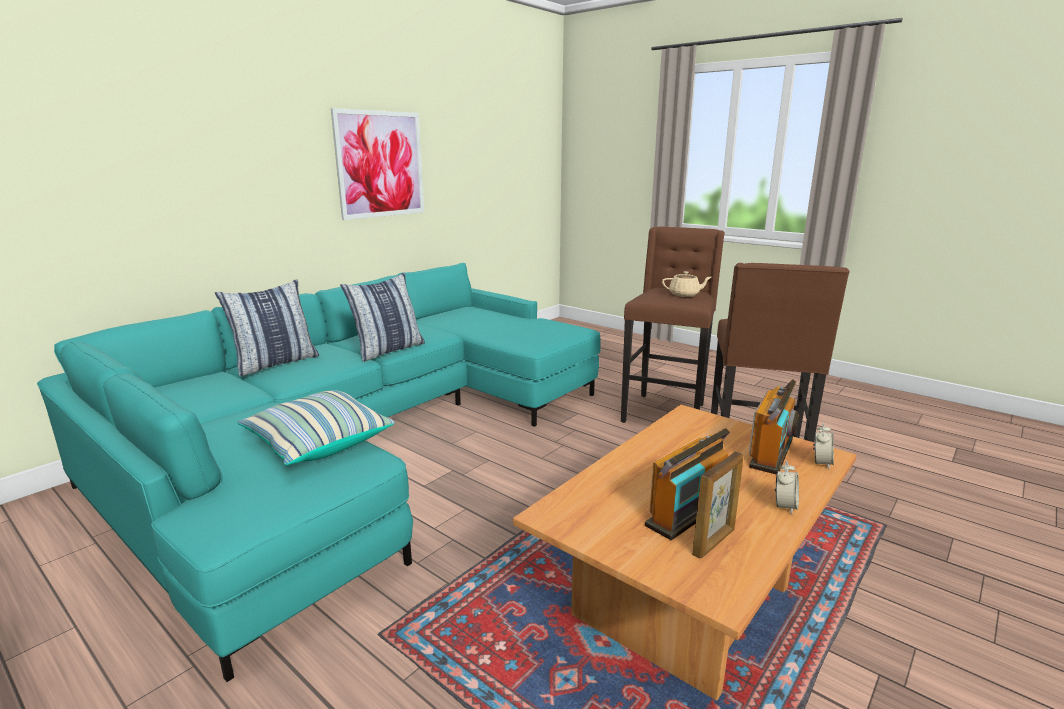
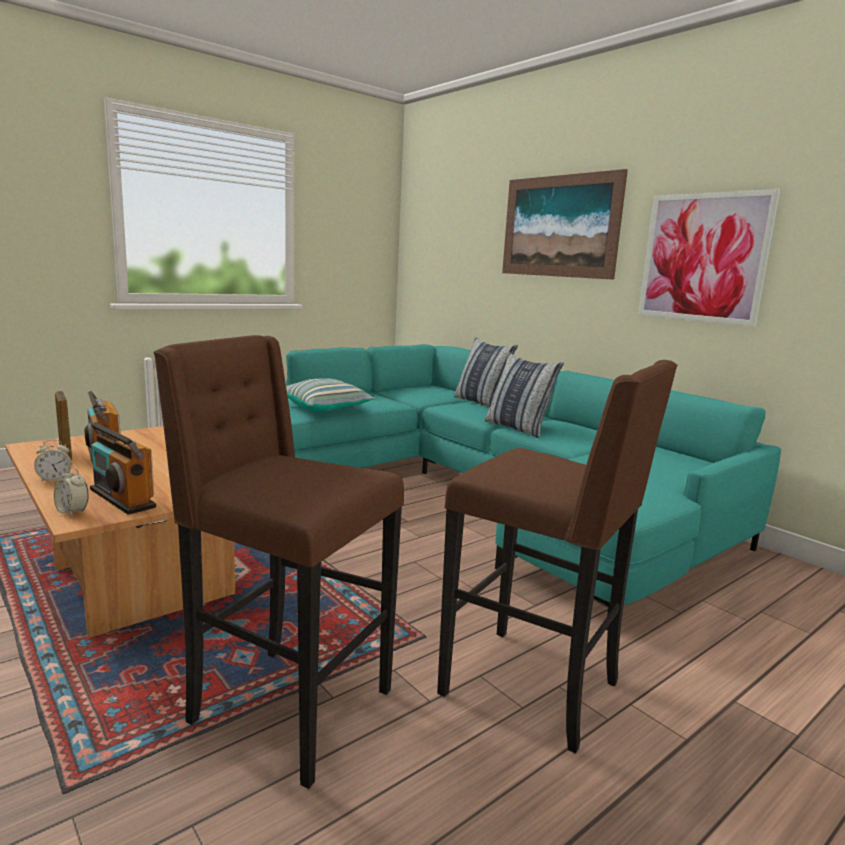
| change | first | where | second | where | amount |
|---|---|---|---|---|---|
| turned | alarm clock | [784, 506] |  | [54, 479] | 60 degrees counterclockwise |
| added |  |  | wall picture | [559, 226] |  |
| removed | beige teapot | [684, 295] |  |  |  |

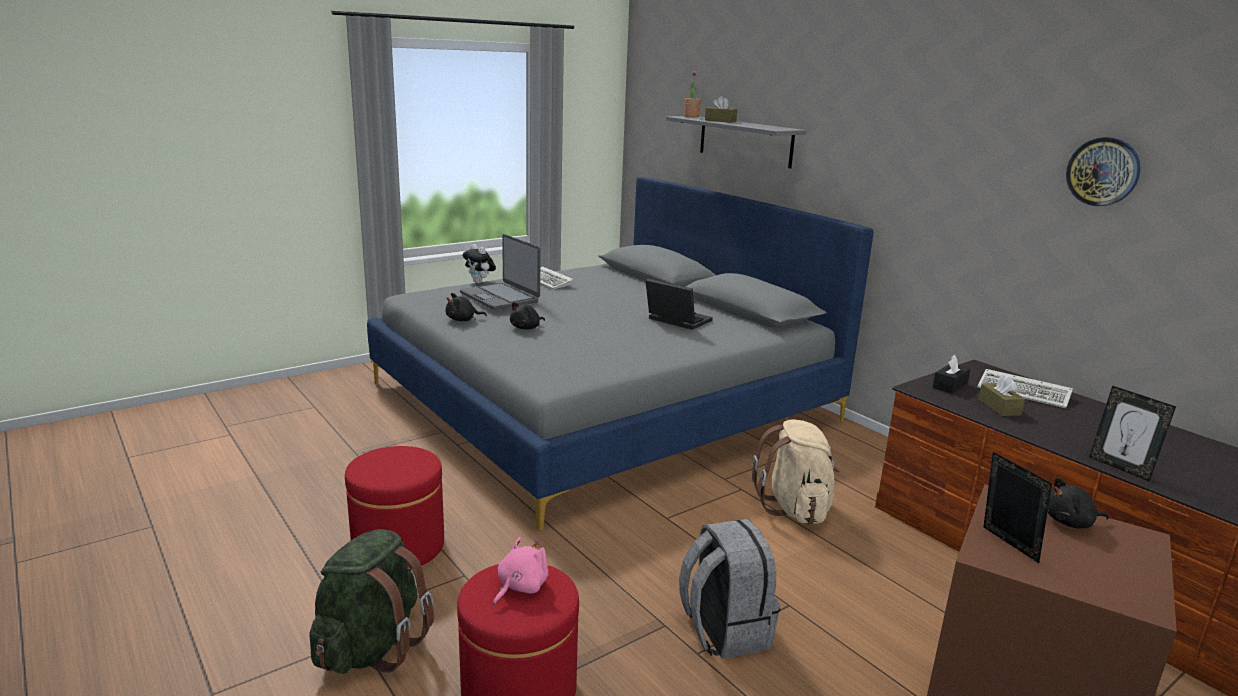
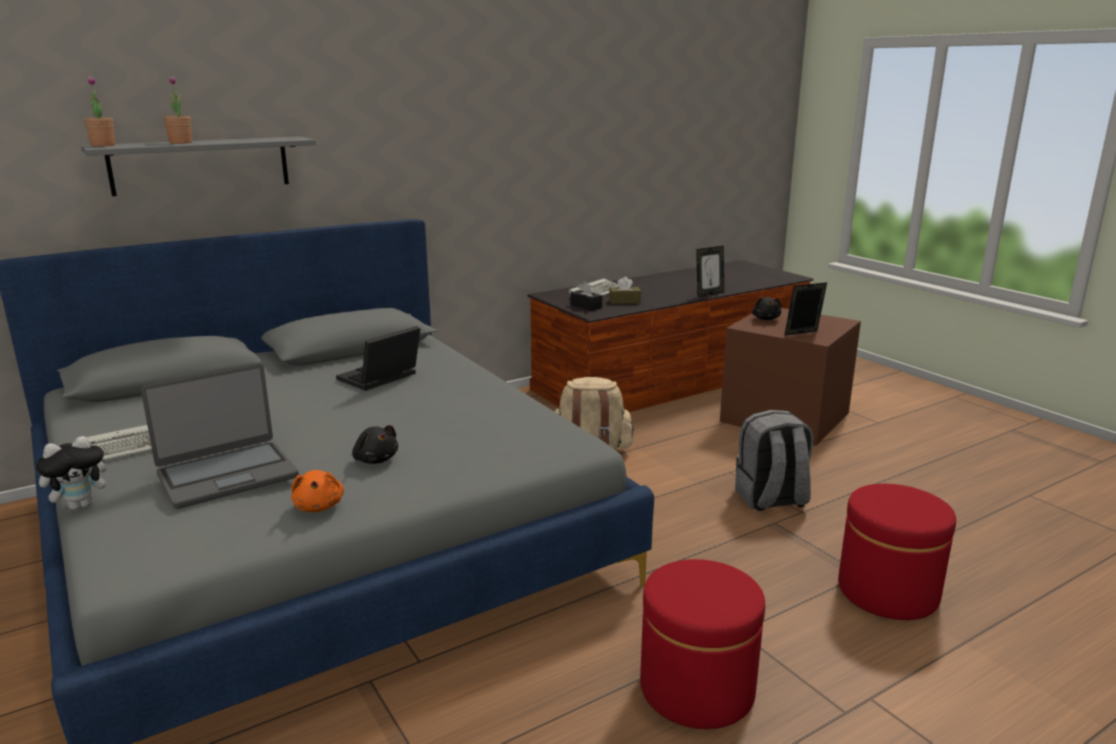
| change | first | where | second | where | amount |
|---|---|---|---|---|---|
| replaced | brownish tissue box | [720, 121] | potted plant | [181, 143] |  |
| recoloured | black cuddly toy | [463, 320] | orange cuddly toy | [319, 506] |  |
| removed | greenish backpack | [371, 647] |  |  |  |
| removed | pink-coloured cuddly toy | [520, 587] |  |  |  |
| removed | clock on the wall | [1103, 171] |  |  |  |

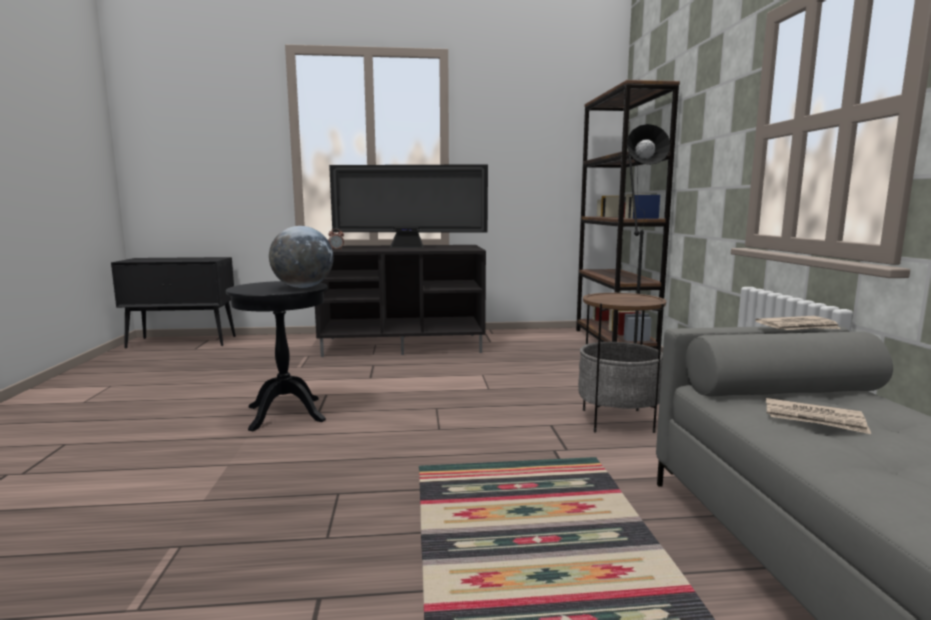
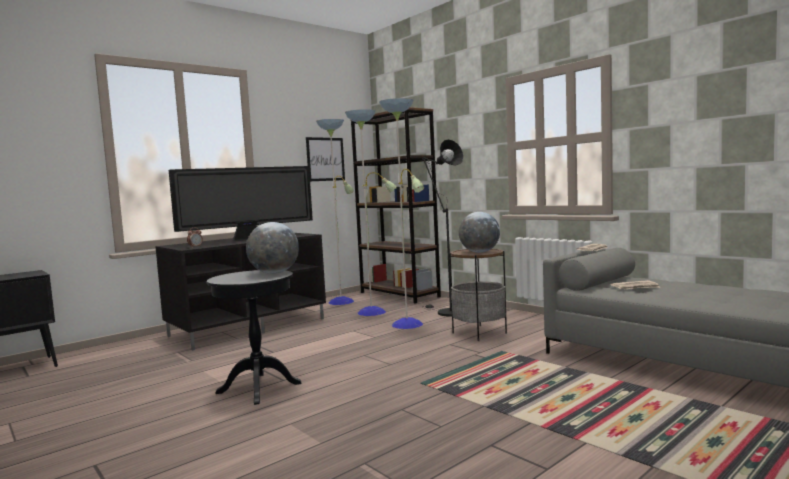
| change | first | where | second | where | amount |
|---|---|---|---|---|---|
| added |  |  | wall picture | [325, 159] |  |
| added |  |  | standard lamp | [373, 312] |  |
| added |  |  | globe | [479, 252] |  |

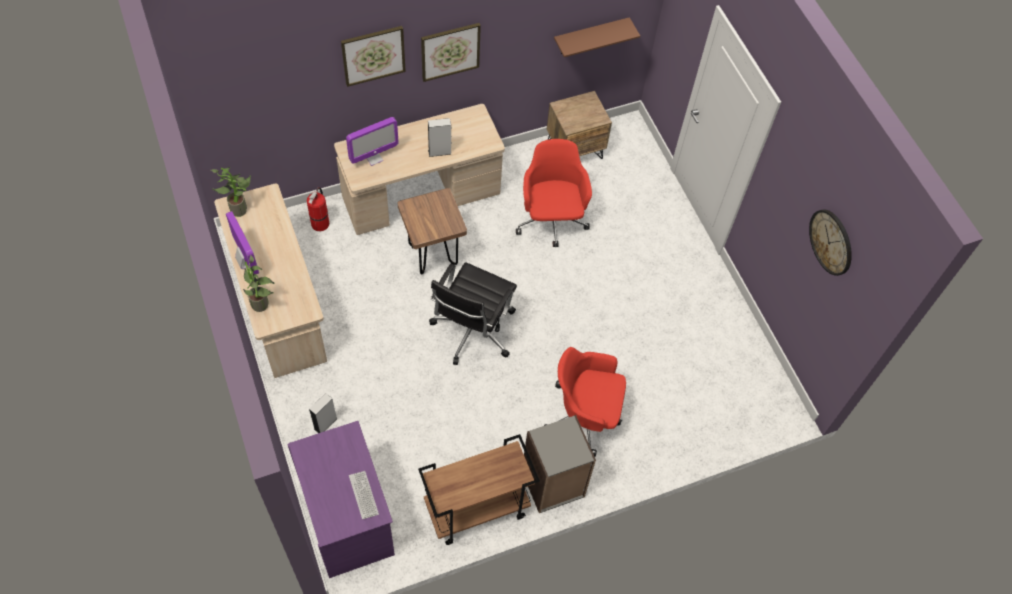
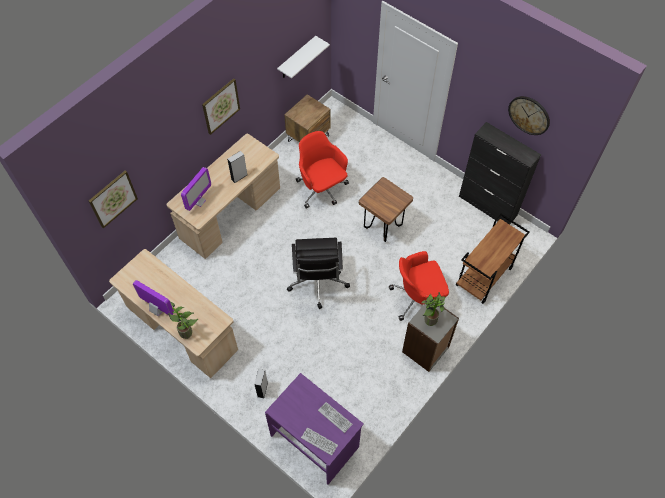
| change | first | where | second | where | amount |
|---|---|---|---|---|---|
| moved | wall picture | [373, 55] |  | [113, 199] |  |
| recoloured | brownish shelf | [590, 36] | white-coloured shelf | [297, 58] |  |
| added |  |  | computer keyboard | [319, 441] |  |
| moved | brownish sitting stool | [433, 256] |  | [382, 227] |  |
| moved | potted plant | [240, 208] |  | [430, 318] |  |
| moved | brownish trolley | [476, 510] |  | [484, 277] |  |
| added |  |  | black storage cabinet | [488, 206] |  |
| removed | extinguisher | [320, 223] |  |  |  |

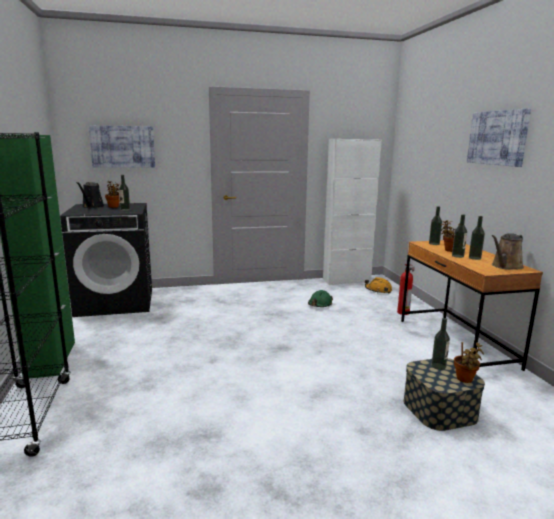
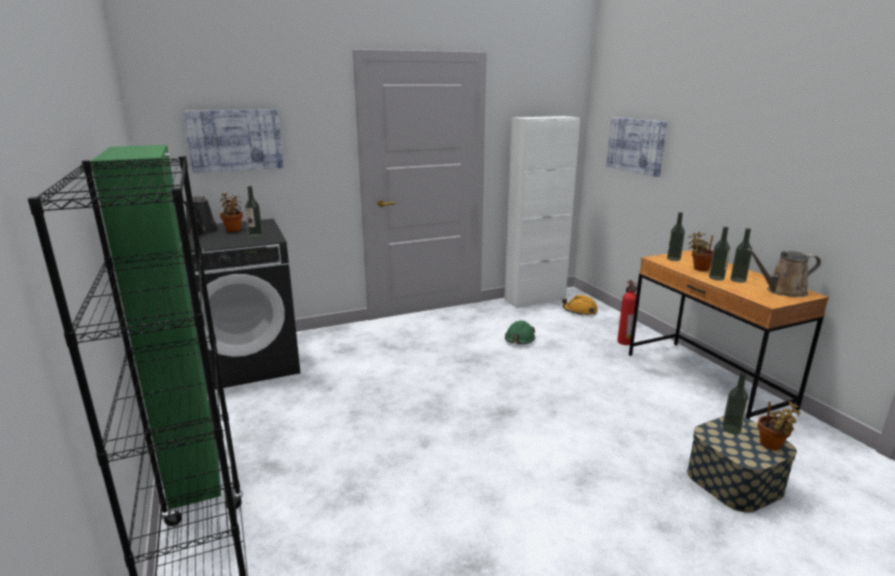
| change | first | where | second | where | amount |
|---|---|---|---|---|---|
| moved | wall picture | [497, 138] |  | [636, 145] |  |
| turned | brownish watering can | [505, 266] |  | [782, 291] | 45 degrees clockwise |

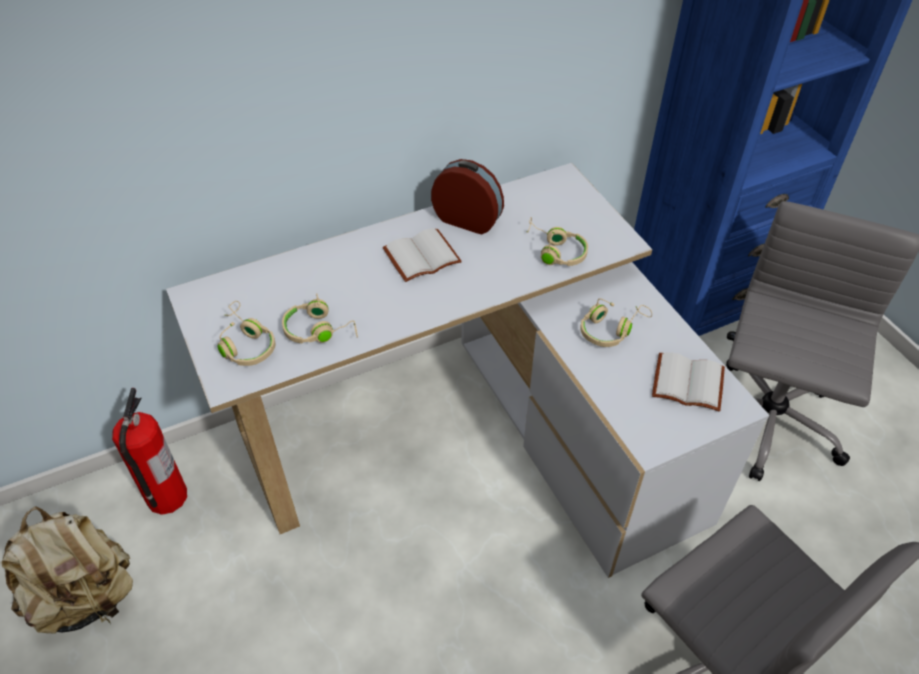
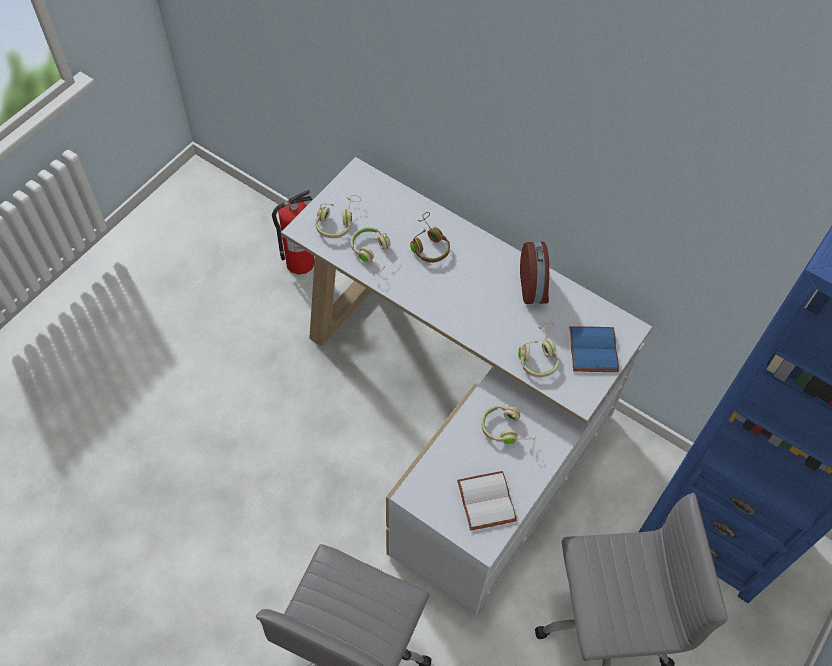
| change | first | where | second | where | amount |
|---|---|---|---|---|---|
| added |  |  | brownish pair of headphones | [428, 244] |  |
| added |  |  | blue-coloured book | [595, 351] |  |
| removed | beige backpack | [85, 597] |  |  |  |
| removed | white-coloured book | [422, 255] |  |  |  |

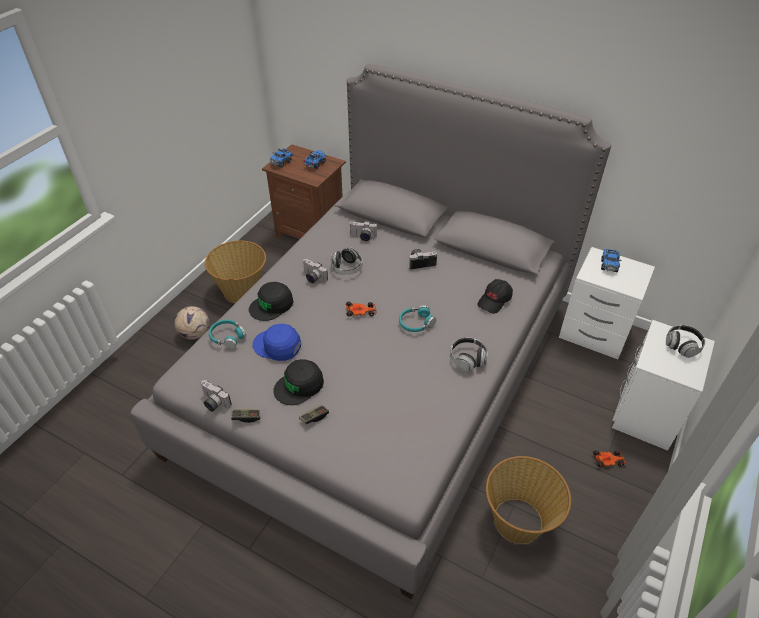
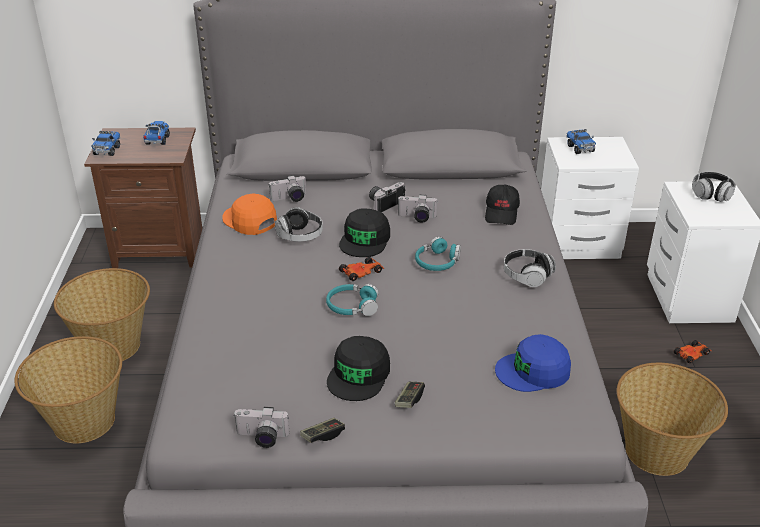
| change | first | where | second | where | amount |
|---|---|---|---|---|---|
| replaced | ball for football | [194, 334] | storage basket | [83, 422] |  |
| added |  |  | orange peaked cap | [249, 220] |  |
| moved | turquoise pair of headphones | [227, 337] |  | [352, 306] |  |
| moved | black peaked cap | [271, 305] |  | [365, 239] |  |
| moved | photo camera | [313, 278] |  | [416, 218] |  |
| moved | blue-coloured peaked cap | [277, 345] |  | [533, 371] |  |

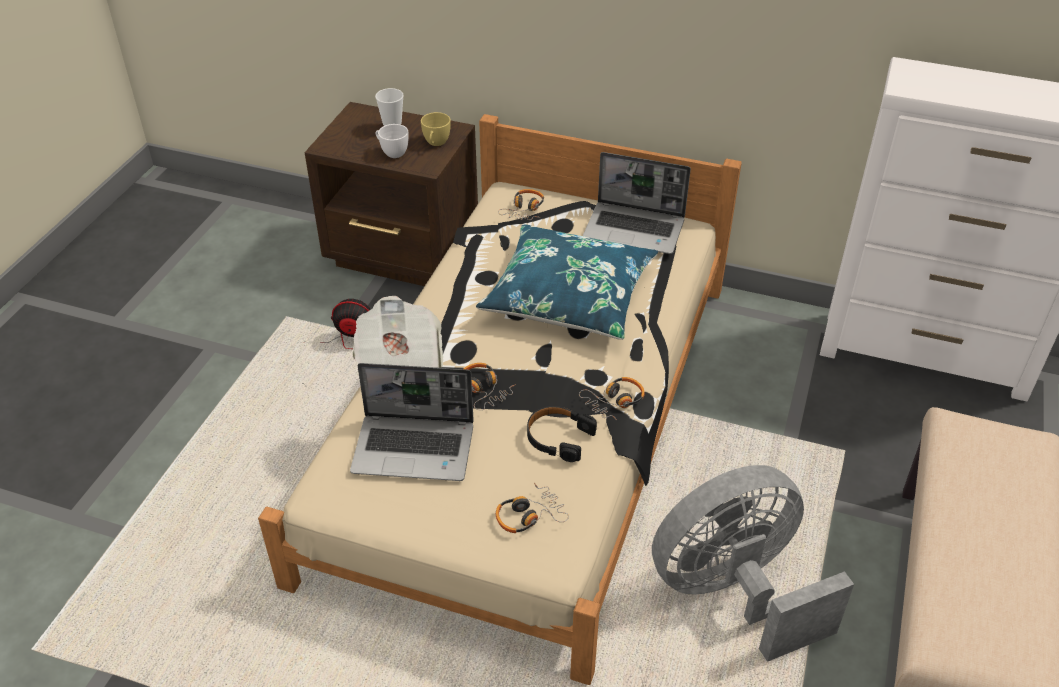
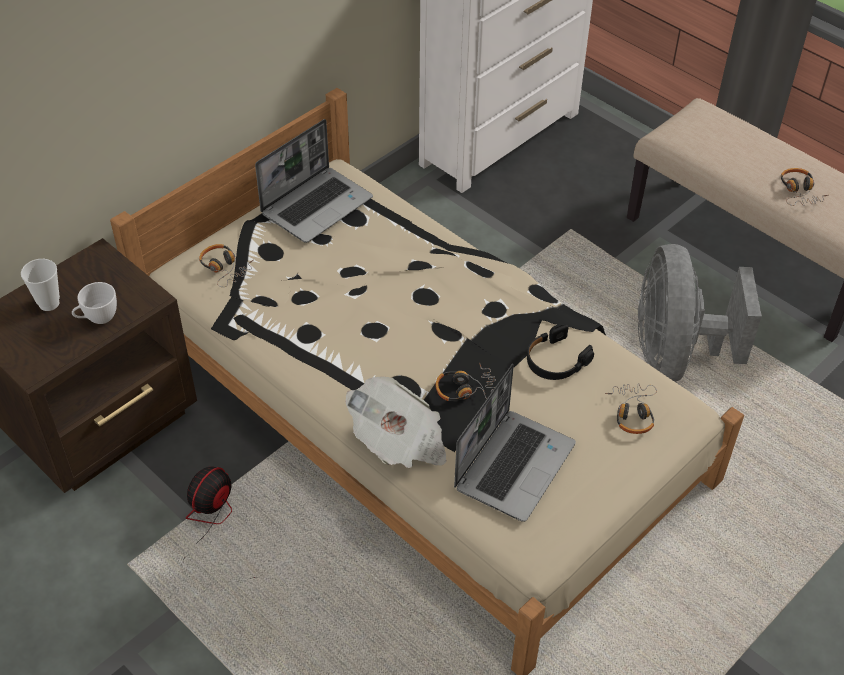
| change | first | where | second | where | amount |
|---|---|---|---|---|---|
| moved | pair of headphones | [614, 402] |  | [799, 192] |  |
| removed | yellowish small cup | [436, 143] |  |  |  |
| removed | blue-coloured cushion | [569, 296] |  |  |  |

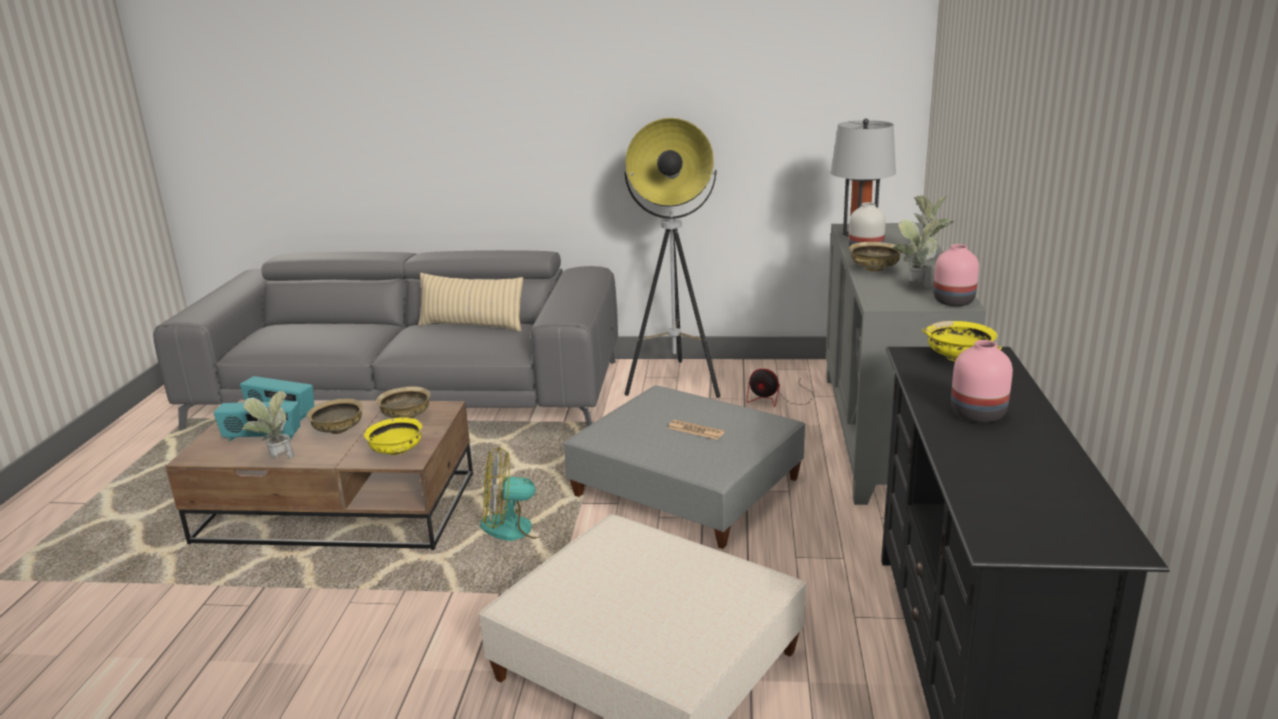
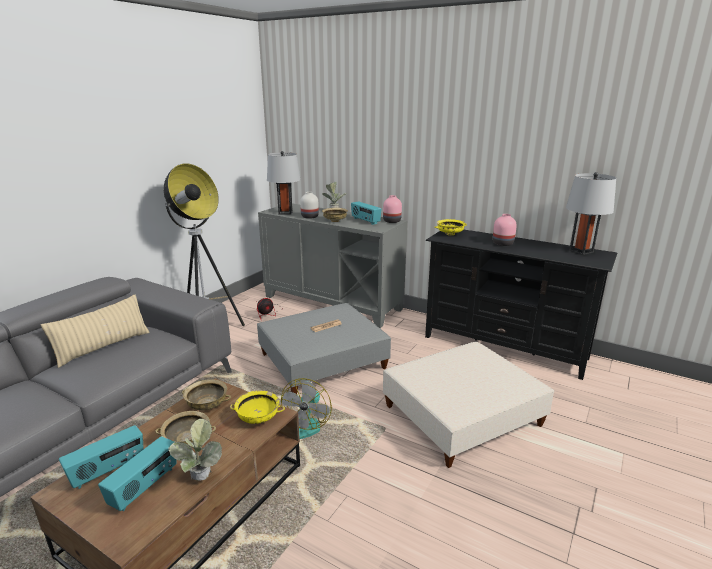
| change | first | where | second | where | amount |
|---|---|---|---|---|---|
| replaced | potted plant | [914, 285] | radio set | [365, 221] |  |
| added |  |  | greyish tabletop lamp | [581, 251] |  |

